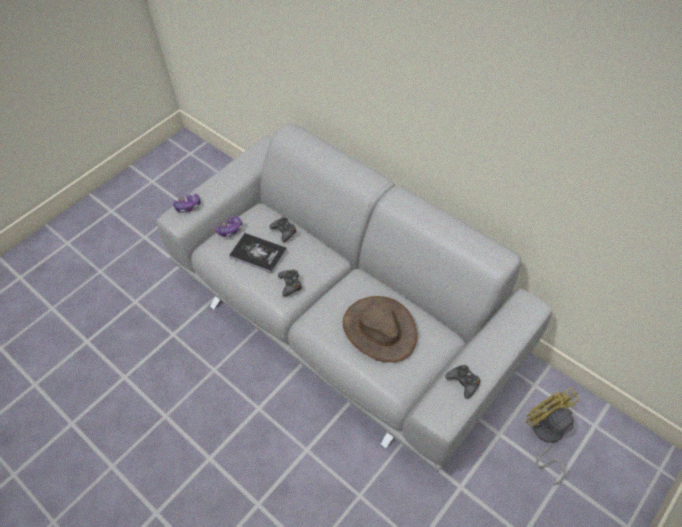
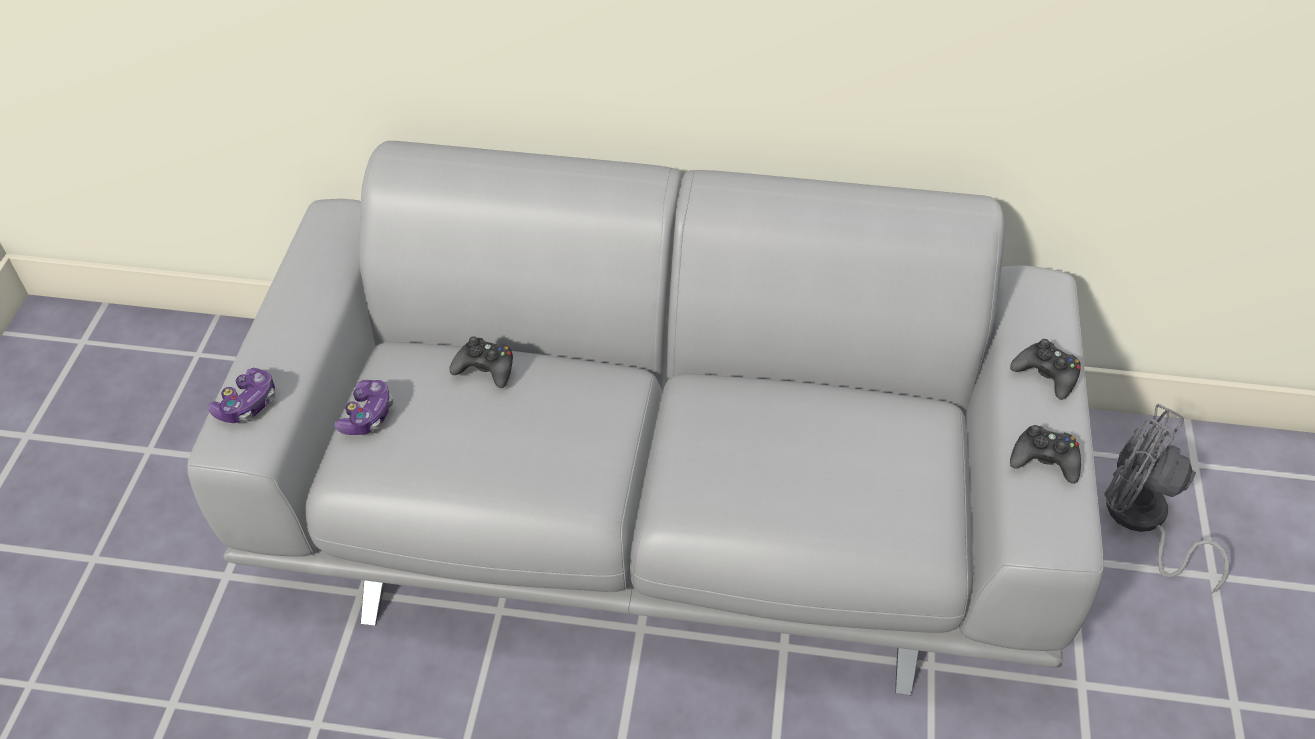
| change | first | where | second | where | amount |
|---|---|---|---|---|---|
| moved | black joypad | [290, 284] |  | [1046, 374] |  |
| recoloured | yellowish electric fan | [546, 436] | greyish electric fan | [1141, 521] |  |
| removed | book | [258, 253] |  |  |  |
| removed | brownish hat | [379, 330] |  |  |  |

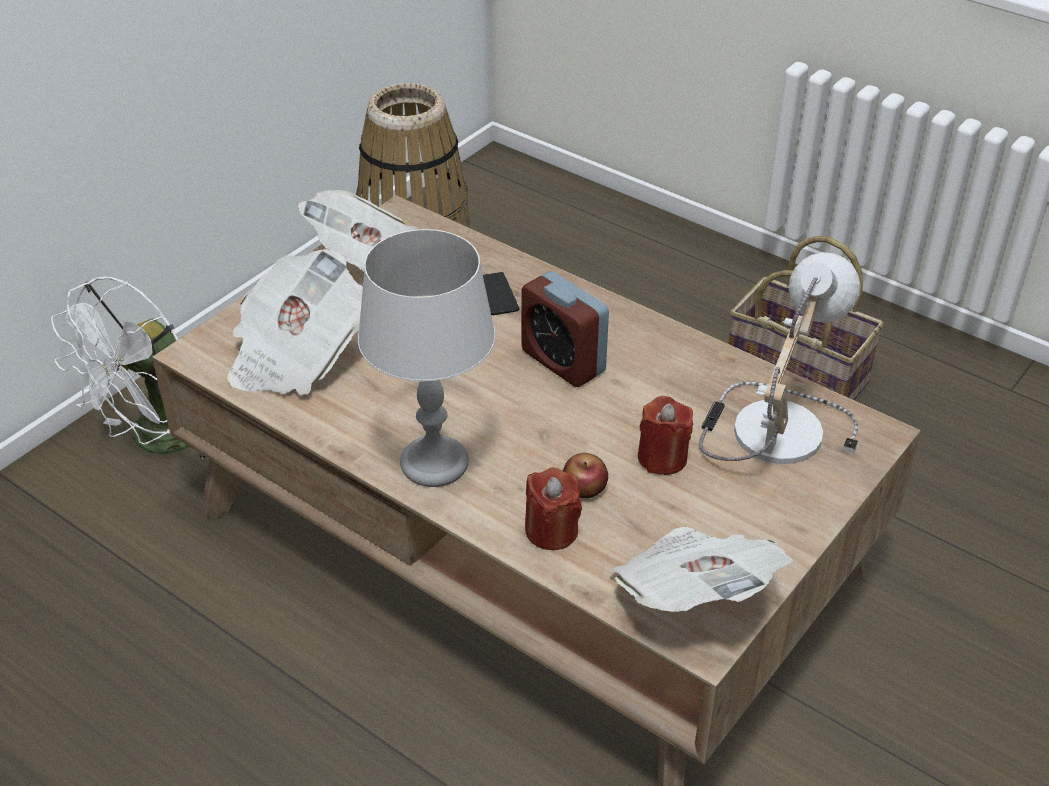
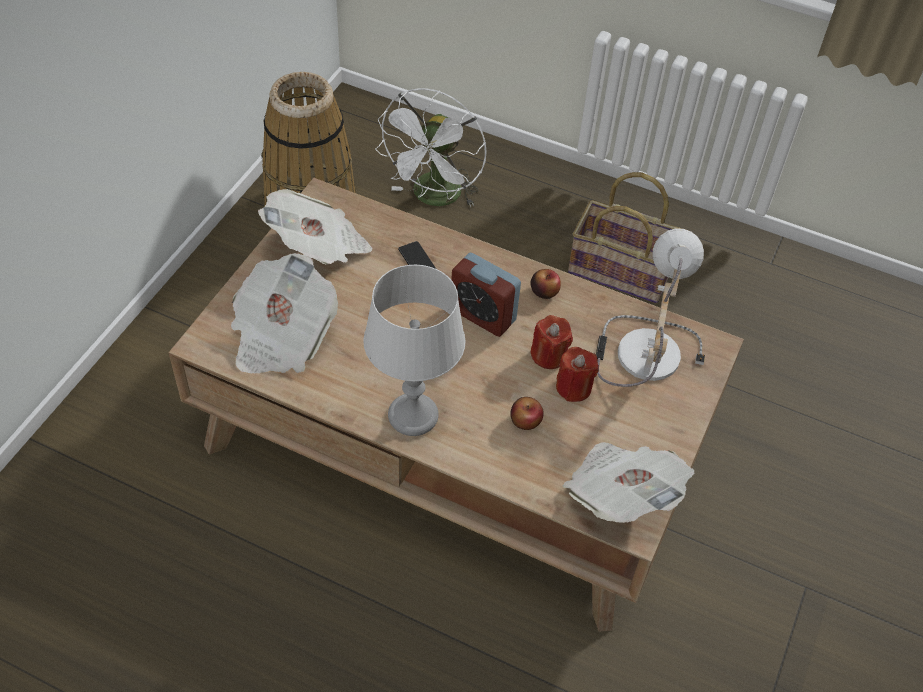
| change | first | where | second | where | amount |
|---|---|---|---|---|---|
| moved | white-coloured electric fan | [158, 442] |  | [434, 198] |  |
| added |  |  | apple | [544, 291] |  |
| moved | red-coloured wax candle | [551, 531] |  | [549, 355] |  |

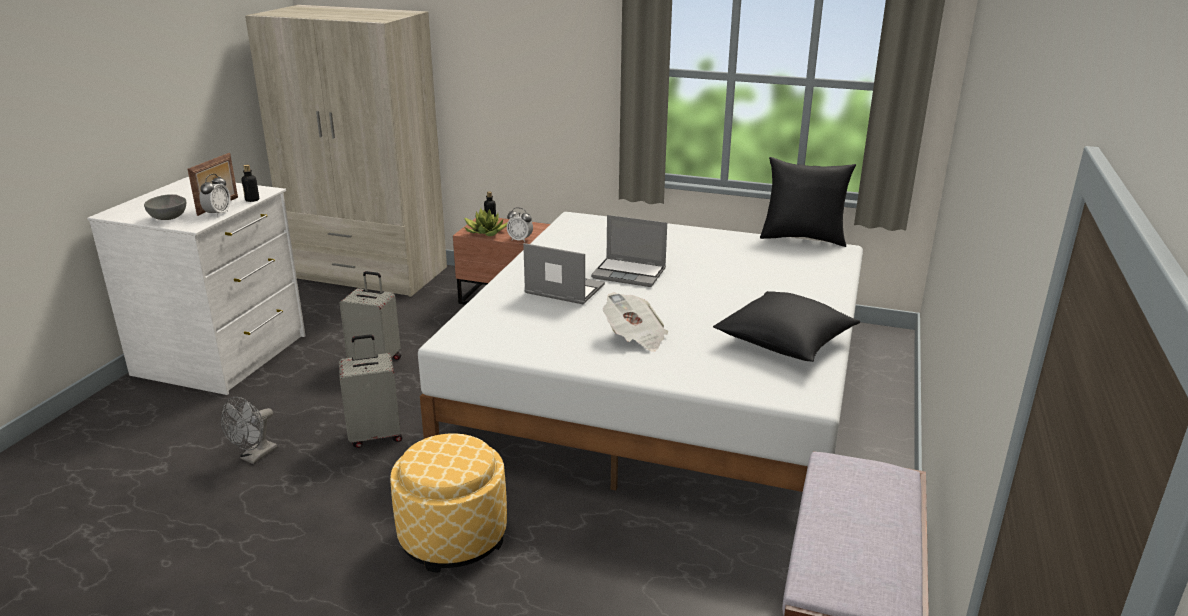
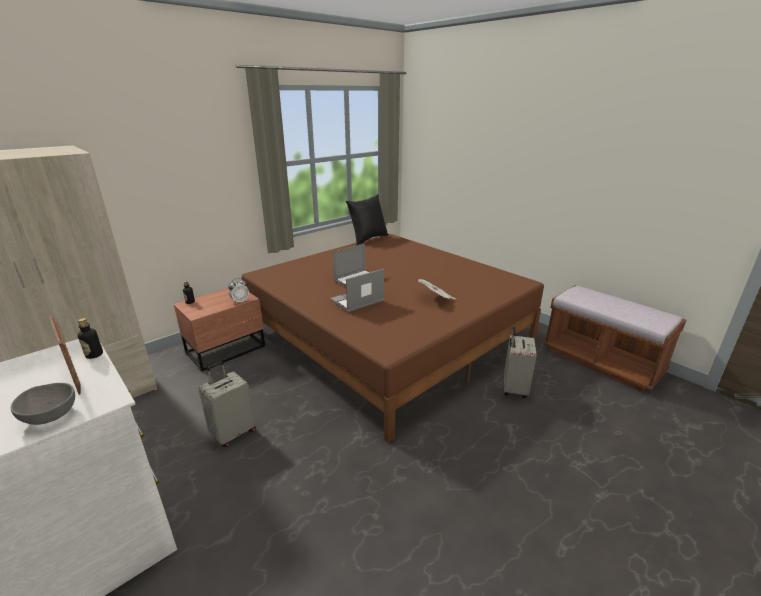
| change | first | where | second | where | amount |
|---|---|---|---|---|---|
| recoloured | white-coloured bedroom bed | [664, 389] | brownish bedroom bed | [388, 335] |  |
| moved | greyish piece of luggage | [375, 435] |  | [513, 389] |  |
| removed | alarm clock | [218, 214] |  |  |  |
| removed | greyish electric fan | [255, 457] |  |  |  |
| removed | footrest | [453, 537] |  |  |  |
| removed | potted plant | [486, 232] |  |  |  |
| removed | black cushion | [785, 342] |  |  |  |

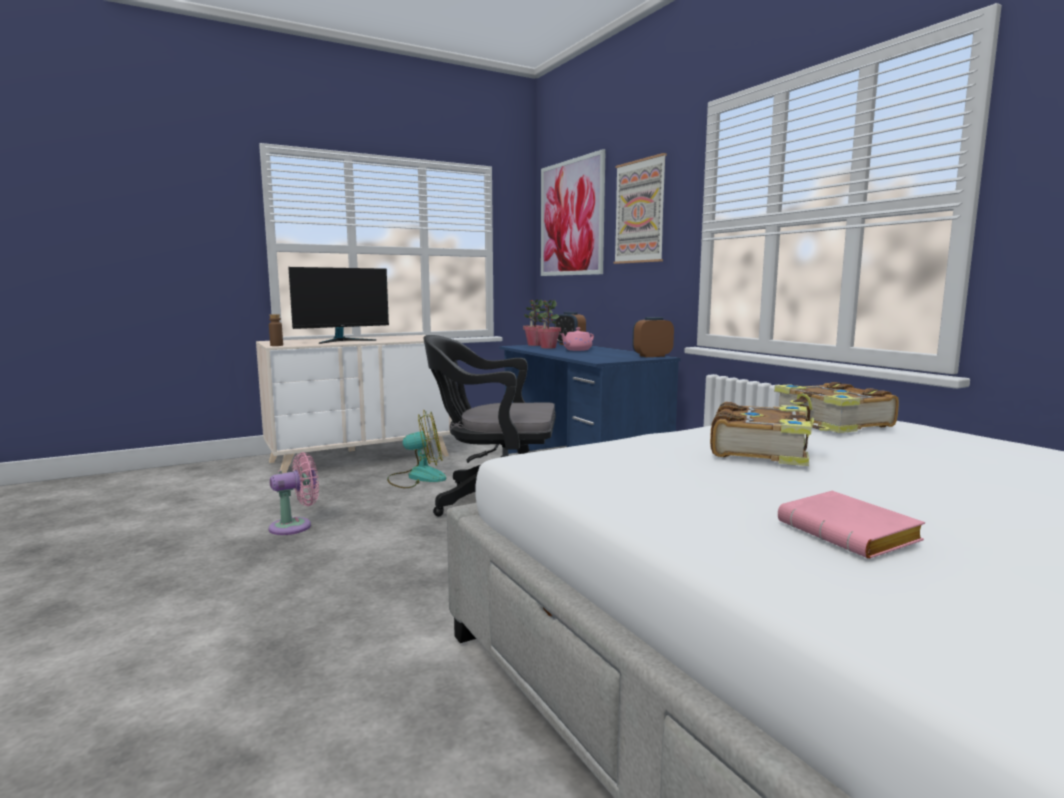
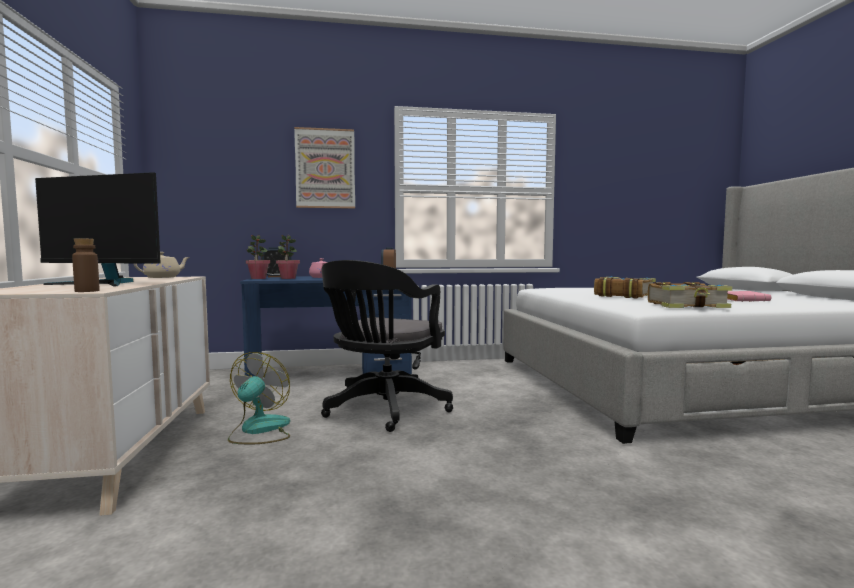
| change | first | where | second | where | amount |
|---|---|---|---|---|---|
| turned | computer display | [342, 341] |  | [103, 283] | 120 degrees clockwise |
| added |  |  | beige teapot | [163, 277] |  |
| moved | book | [832, 422] |  | [687, 306] |  |
| removed | pink-coloured electric fan | [295, 526] |  |  |  |
| removed | wall picture | [571, 218] |  |  |  |

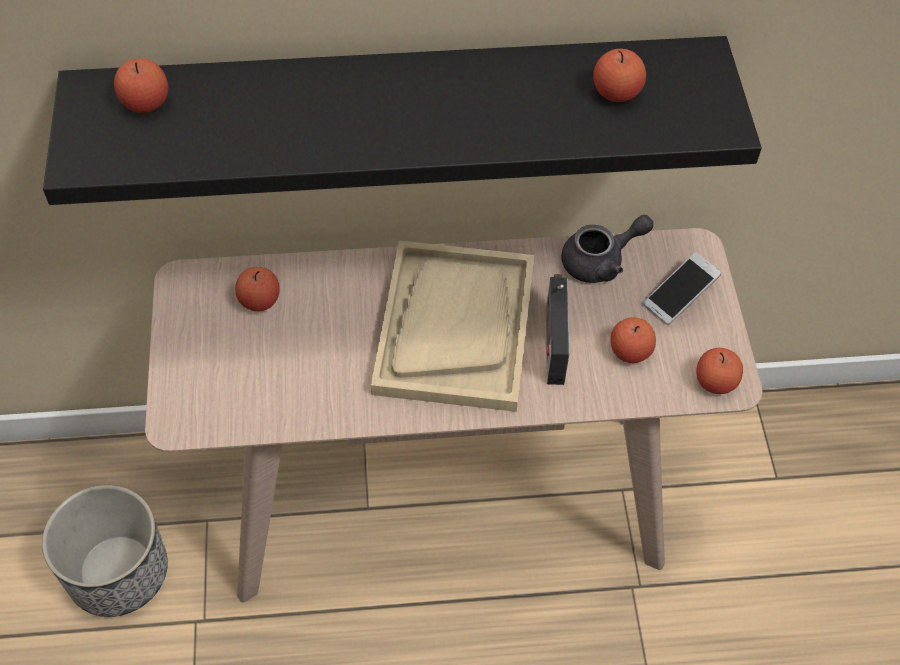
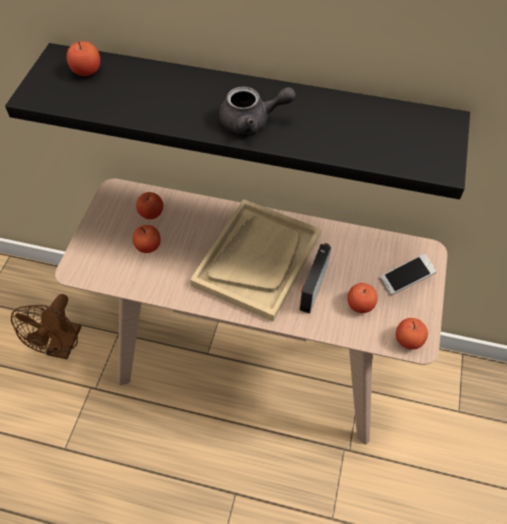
| change | first | where | second | where | amount |
|---|---|---|---|---|---|
| replaced | planter | [119, 572] | brownish electric fan | [62, 347] |  |
| moved | apple | [616, 92] |  | [148, 246] |  |
| moved | greyish teapot | [601, 261] |  | [252, 121] |  |

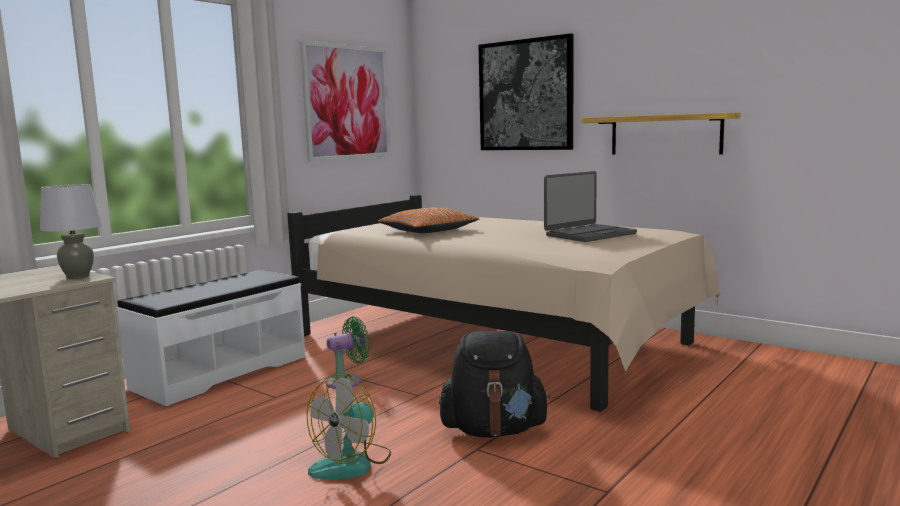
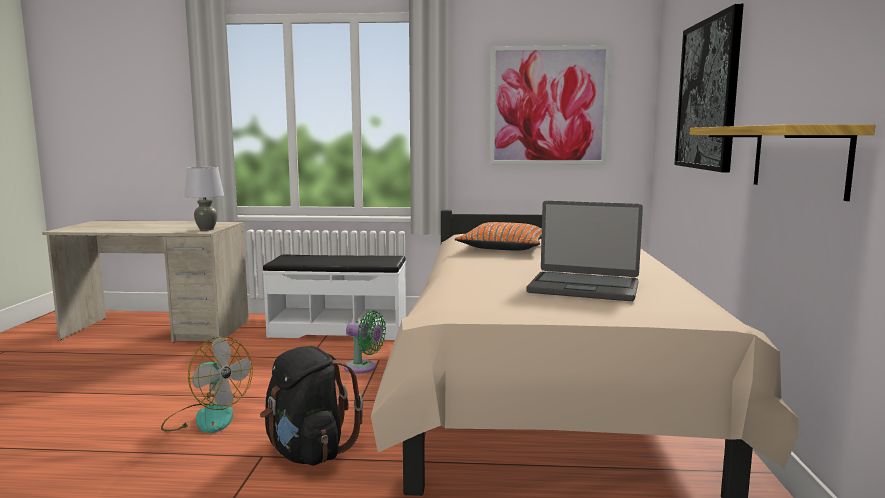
| change | first | where | second | where | amount |
|---|---|---|---|---|---|
| turned | electric fan | [352, 463] |  | [206, 417] | 150 degrees counterclockwise |

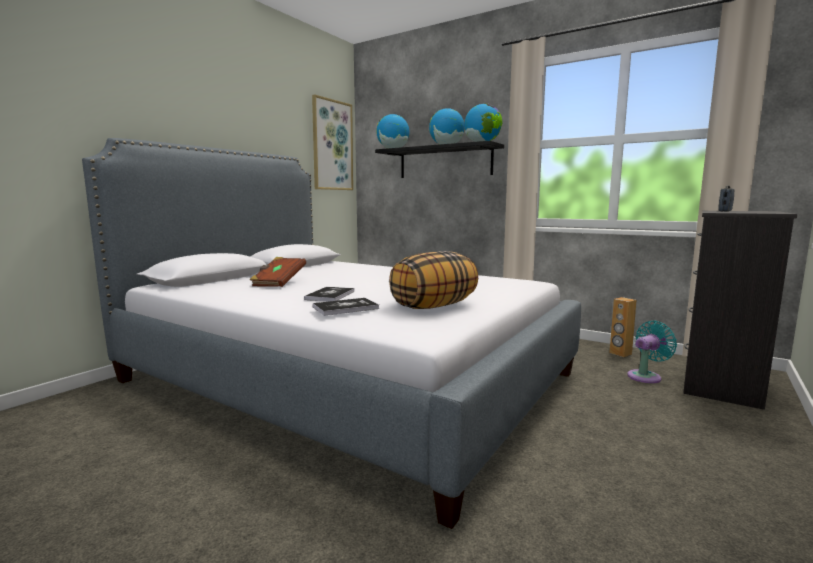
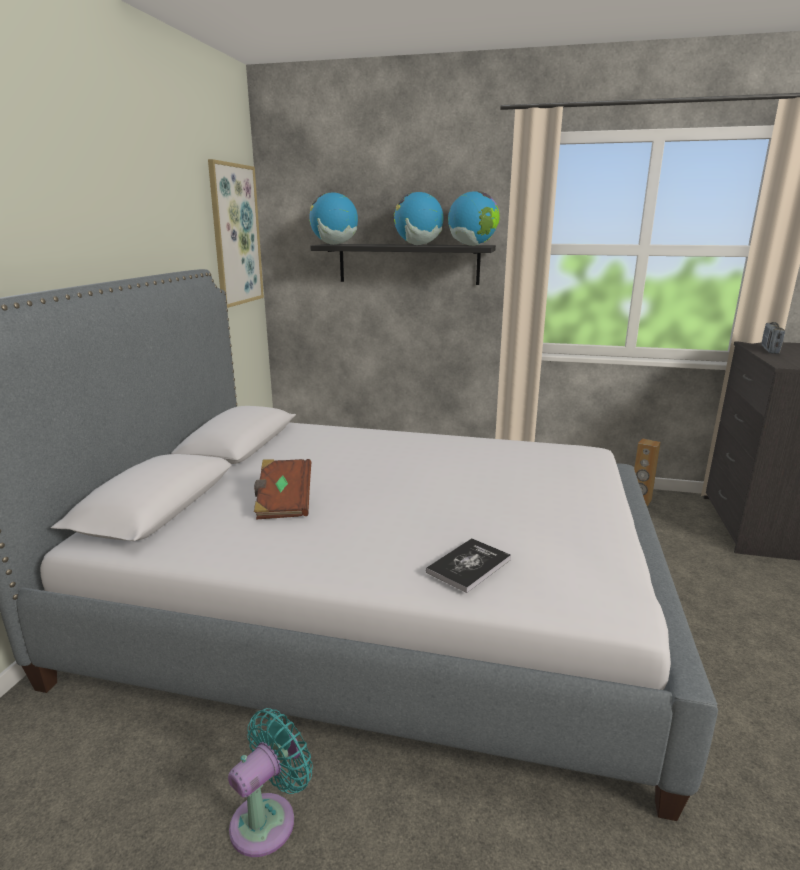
| change | first | where | second | where | amount |
|---|---|---|---|---|---|
| moved | turquoise electric fan | [646, 376] |  | [268, 819] |  |
| removed | book | [330, 295] |  |  |  |
| removed | cushion | [434, 306] |  |  |  |

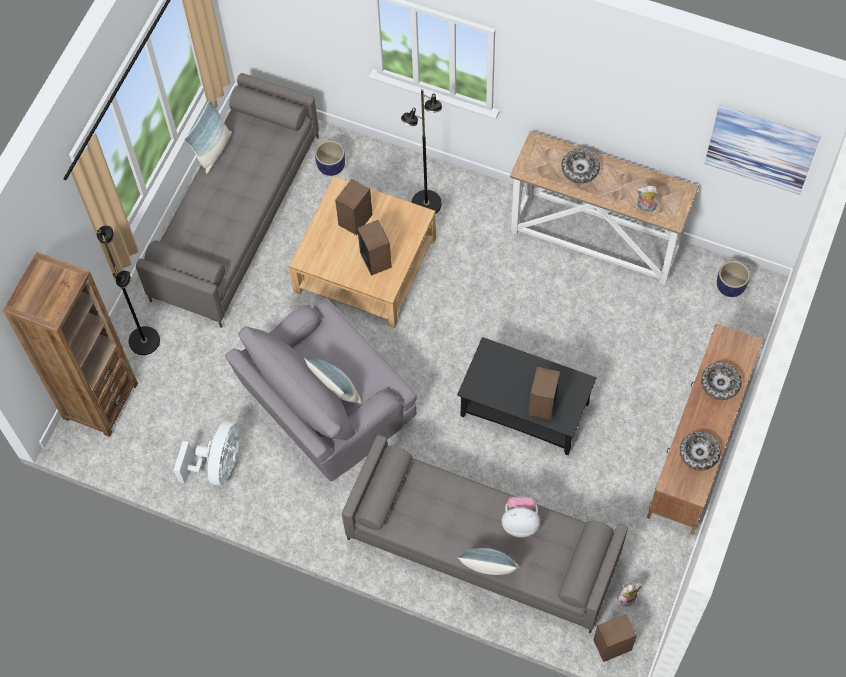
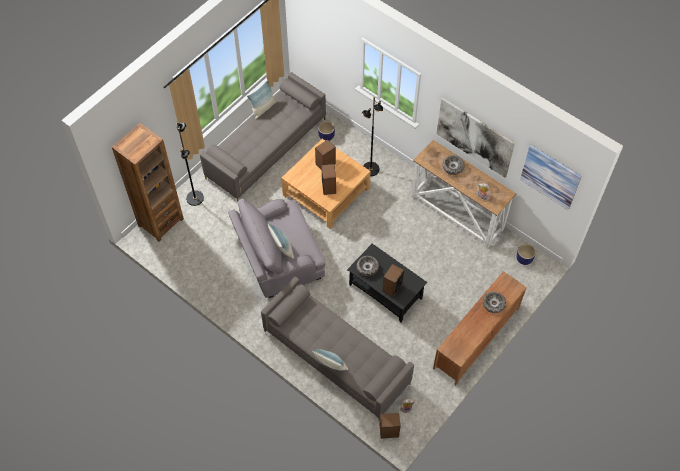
| change | first | where | second | where | amount |
|---|---|---|---|---|---|
| moved | bowl | [699, 453] |  | [367, 267] |  |
| added |  |  | wall picture | [475, 137] |  |
| removed | white-coloured electric fan | [218, 465] |  |  |  |
| removed | cuddly toy | [520, 522] |  |  |  |

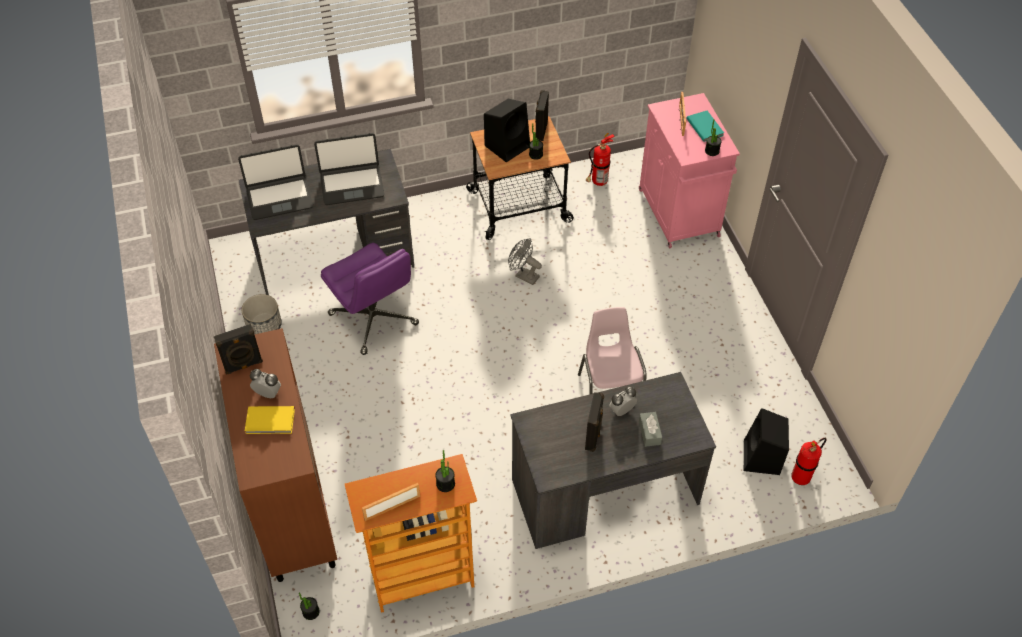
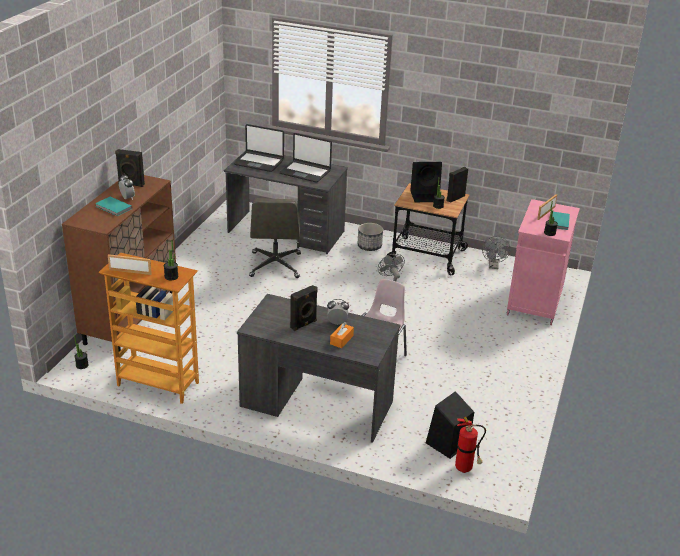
| change | first | where | second | where | amount |
|---|---|---|---|---|---|
| recoloured | yellowish book | [270, 422] | turquoise book | [113, 208] |  |
| recoloured | purple-coloured office chair | [374, 319] | greyish office chair | [275, 265] |  |
| recoloured | greyish tissue box | [649, 432] | orange tissue box | [341, 340] |  |
| moved | planter | [264, 325] |  | [369, 246] |  |
| replaced | extinguisher | [597, 182] | greyish electric fan | [493, 266] |  |

